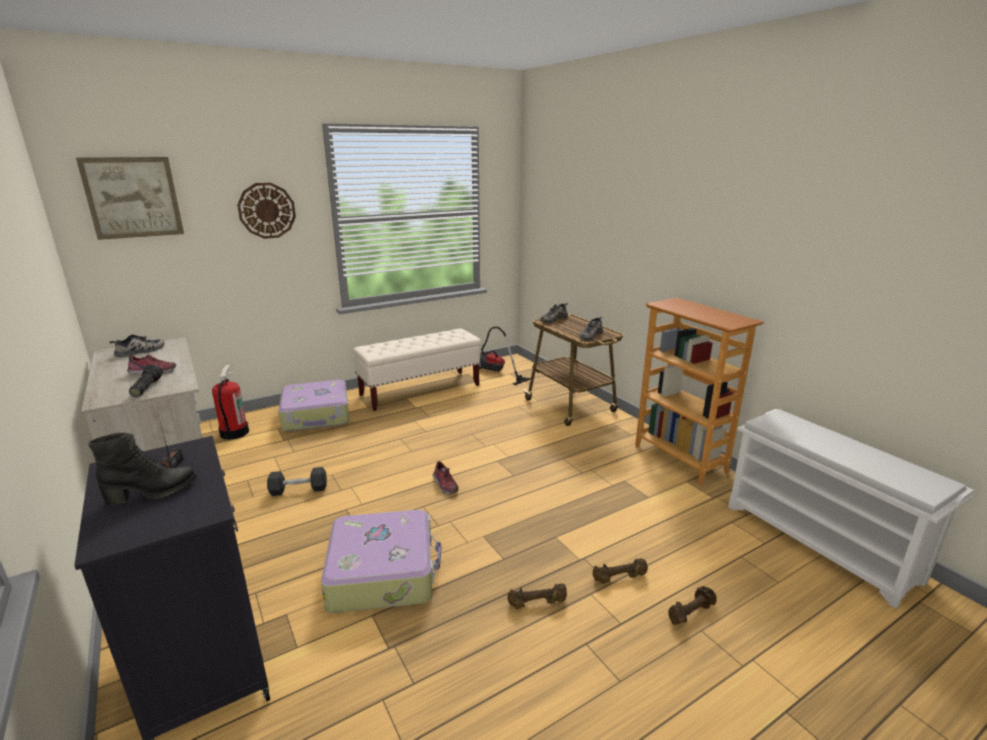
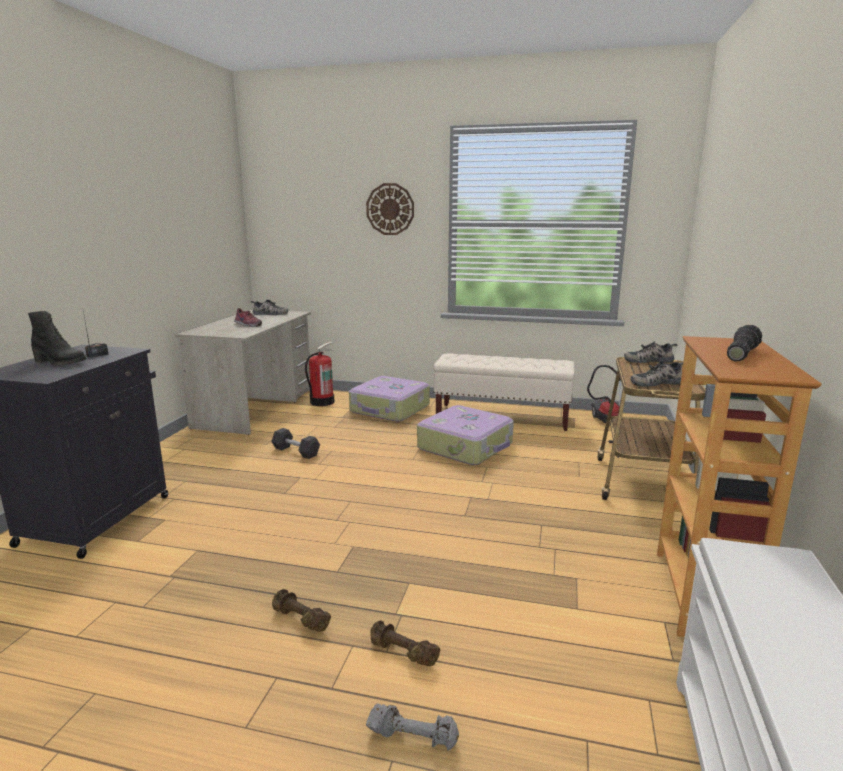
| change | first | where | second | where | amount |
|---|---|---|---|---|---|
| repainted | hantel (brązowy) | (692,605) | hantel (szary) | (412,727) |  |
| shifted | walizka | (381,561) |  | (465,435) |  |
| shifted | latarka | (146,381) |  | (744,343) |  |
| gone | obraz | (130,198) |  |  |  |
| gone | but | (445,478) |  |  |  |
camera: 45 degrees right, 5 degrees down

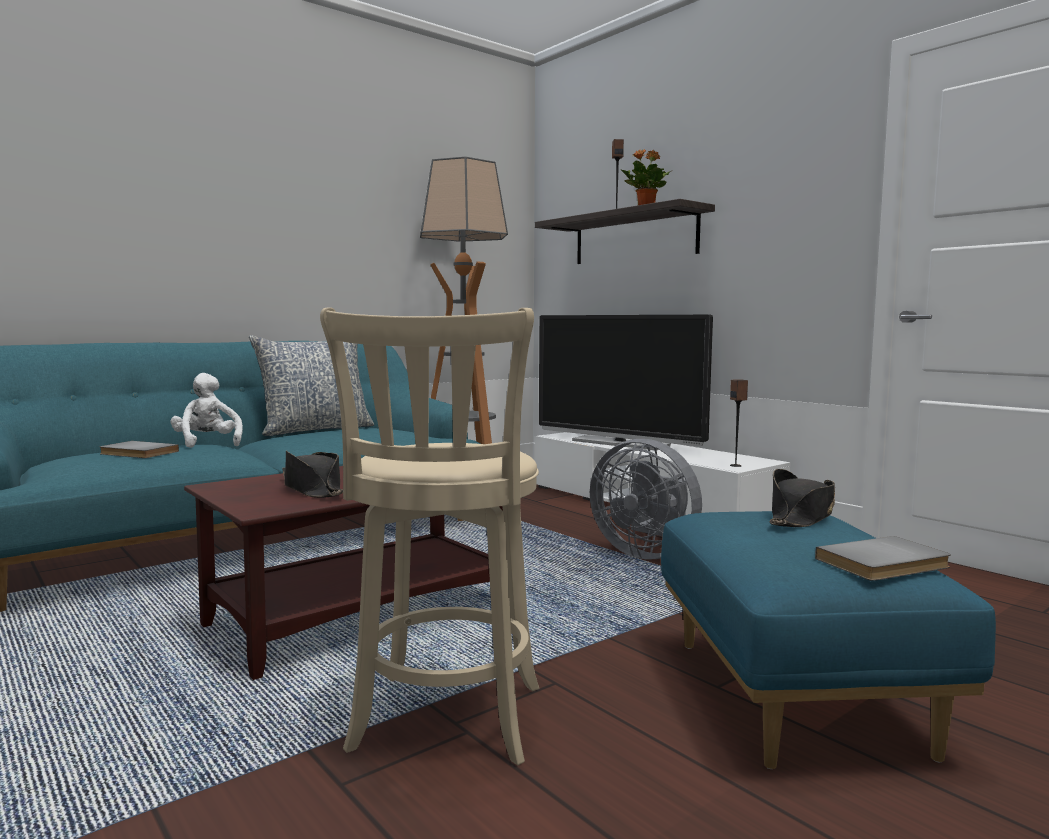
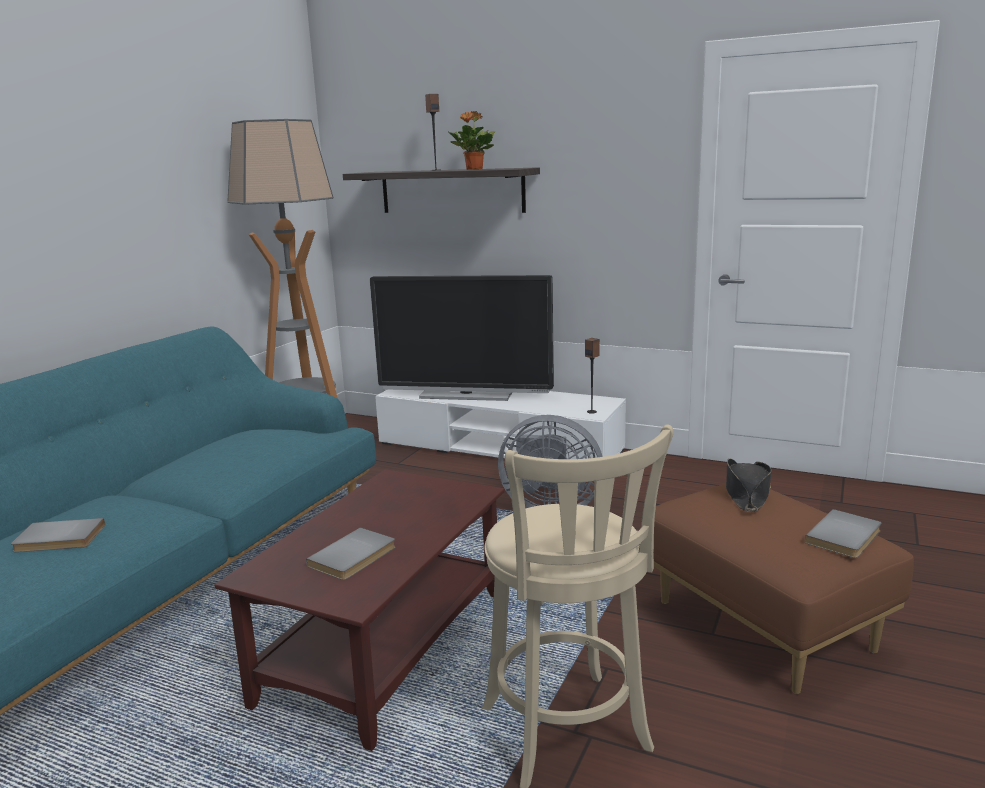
| change | first | where | second | where | amount |
|---|---|---|---|---|---|
| swapped | kapelusz (czarny) | (312,474) | książka (szary) | (351,554) |  |
| repainted | pufa (niebieski) | (828,640) | pufa (brązowy) | (784,588) |  |
| gone | pluszak (biały) | (206,410) |  |  |  |
| gone | poduszka | (311,385) |  |  |  |
camera: 25 degrees left, 10 degrees up

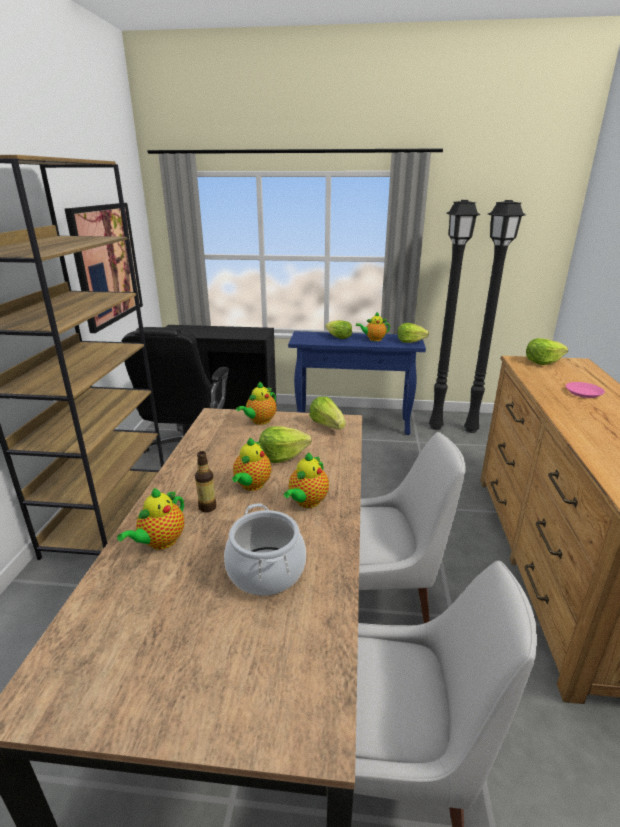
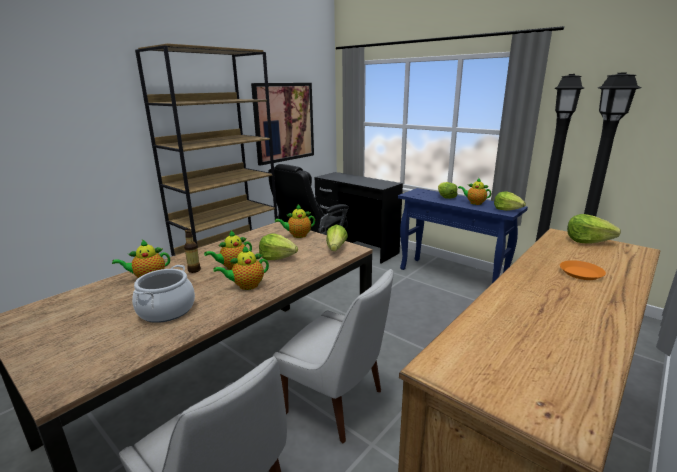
| change | first | where | second | where | amount |
|---|---|---|---|---|---|
| repainted | talerz (różowy) | (585,390) | talerz (pomarańczowy) | (583,270) |  |
camera: 35 degrees right, 5 degrees down

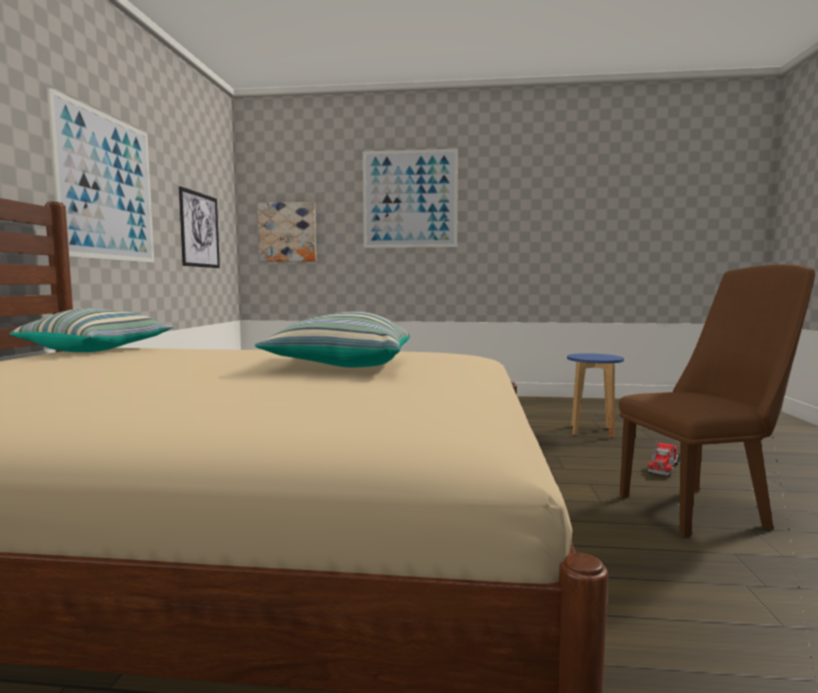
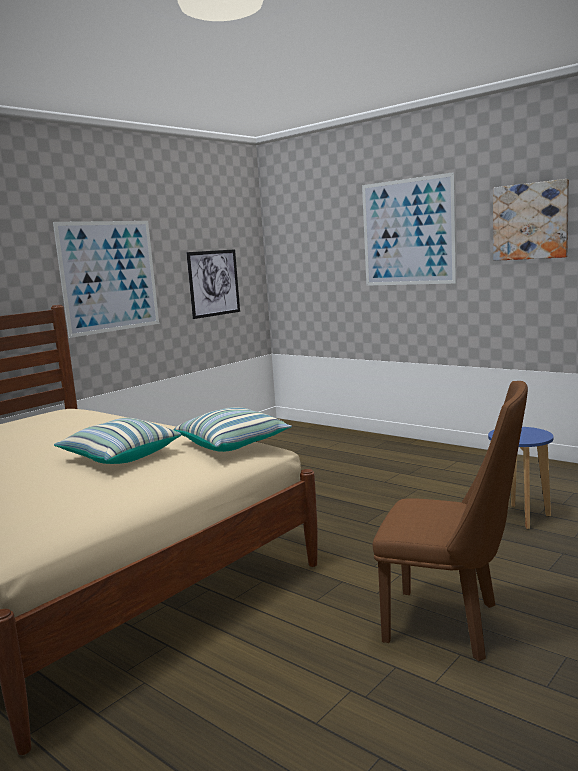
| change | first | where | second | where | amount |
|---|---|---|---|---|---|
| shifted | poduszka | (91,330) |  | (232,429) |  |
| shifted | obraz | (287,232) |  | (531,220) |  |
| gone | ciężarówka zabawkowa | (664,459) |  |  |  |
camera: 35 degrees right, 5 degrees up

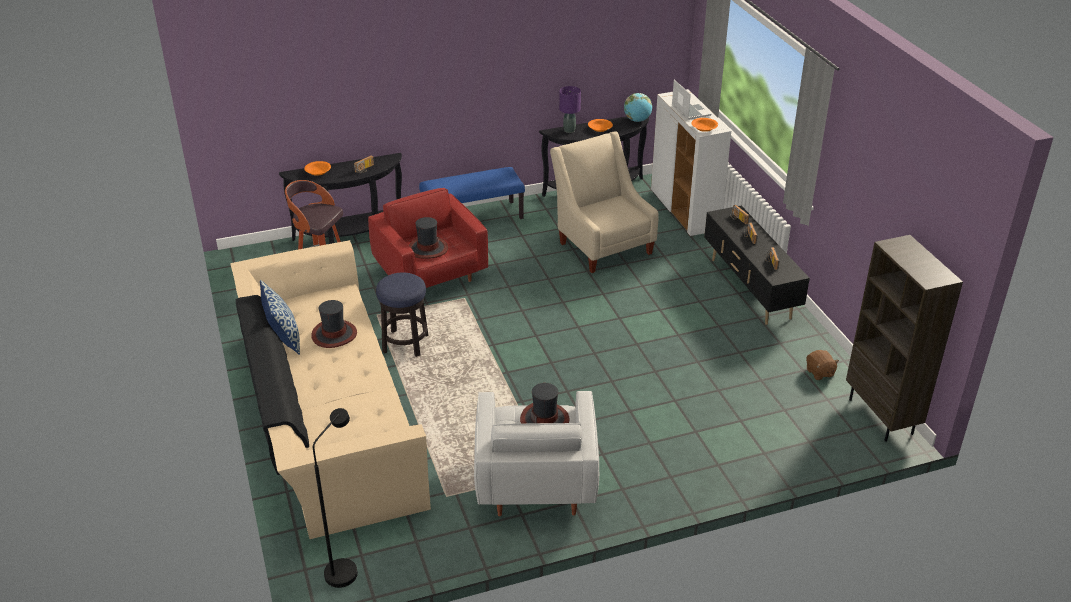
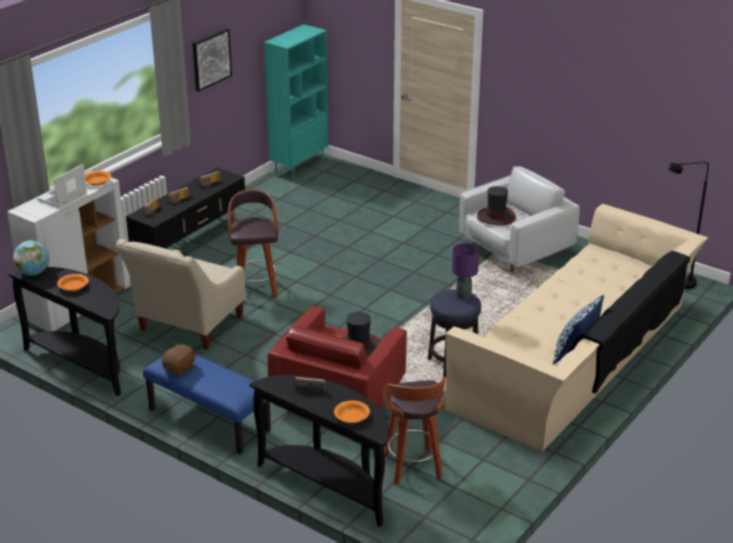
| change | first | where | second | where | amount |
|---|---|---|---|---|---|
| shifted | pluszak (brązowy) | (822,365) |  | (179,359) |  |
| new |  |  | obraz | (212,60) |  |
| new |  |  | stołek | (253,243) |  |
| repainted | regał (brązowy) | (904,338) | regał (turkusowy) | (296,101) |  |
| shifted | lampa stołowa (fioletowy) | (570,109) |  | (465,271) |  |
| gone | kapelusz | (334,324) |  |  |  |
camera: 125 degrees left, 5 degrees down

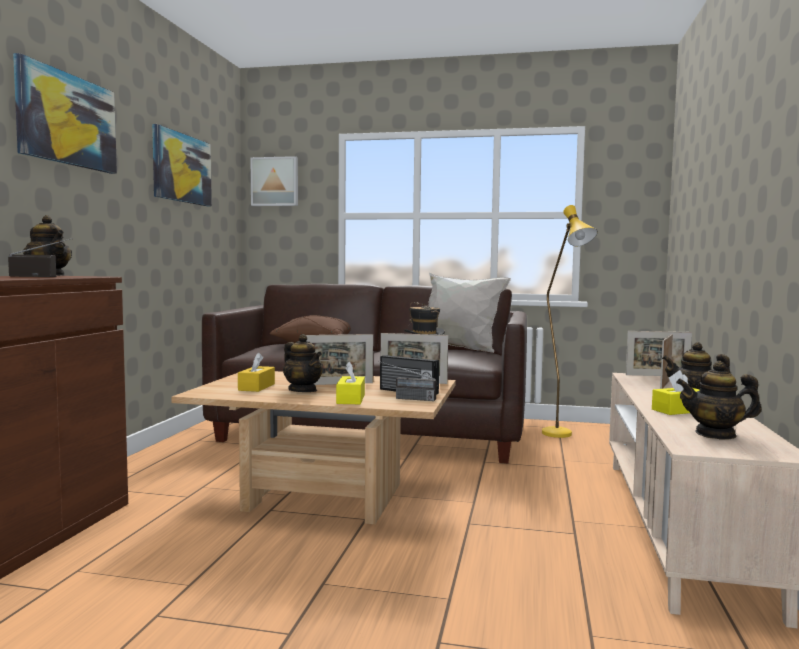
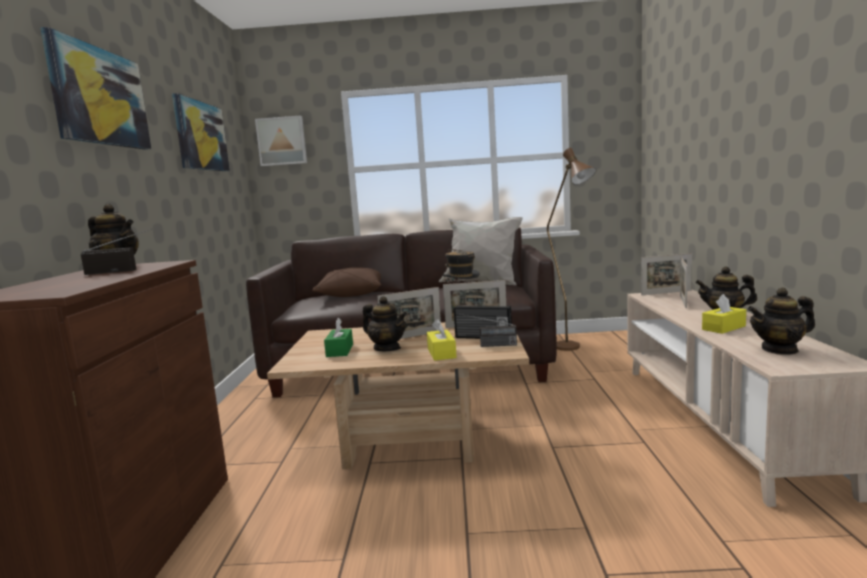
| change | first | where | second | where | amount |
|---|---|---|---|---|---|
| repainted | pudełko chusteczek (żółty) | (256,372) | pudełko chusteczek (zielony) | (338,337) |  |
| repainted | lampa stojąca (żółty) | (570,321) | lampa stojąca (brązowy) | (571,249) |  |
camera: 10 degrees left, 5 degrees up

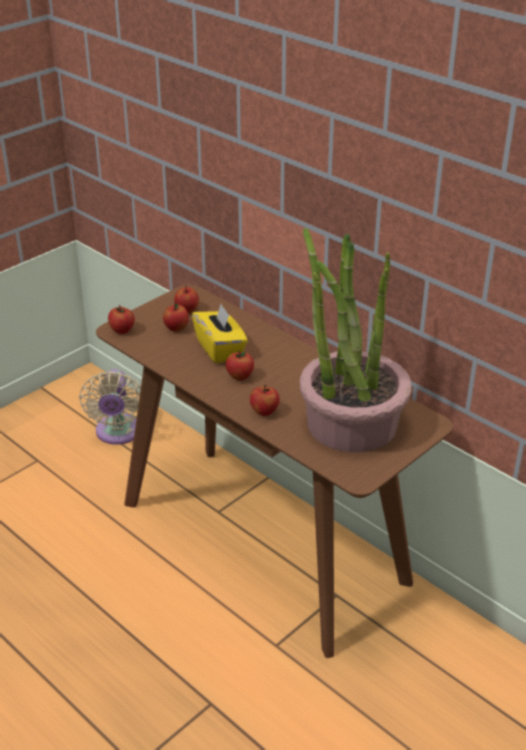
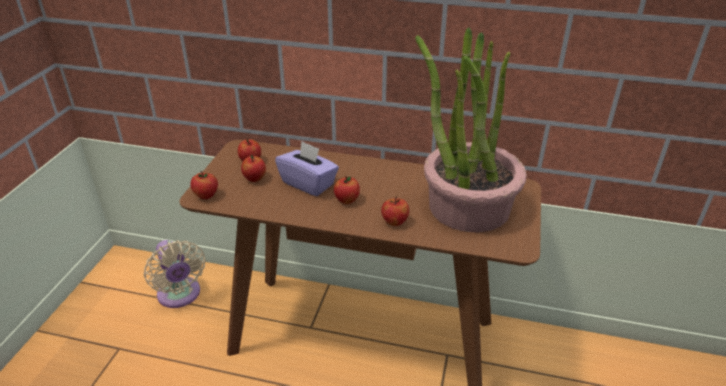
| change | first | where | second | where | amount |
|---|---|---|---|---|---|
| repainted | pudełko chusteczek (żółty) | (220,334) | pudełko chusteczek (fioletowy) | (307,168) |  |
camera: 30 degrees left, 0 degrees up

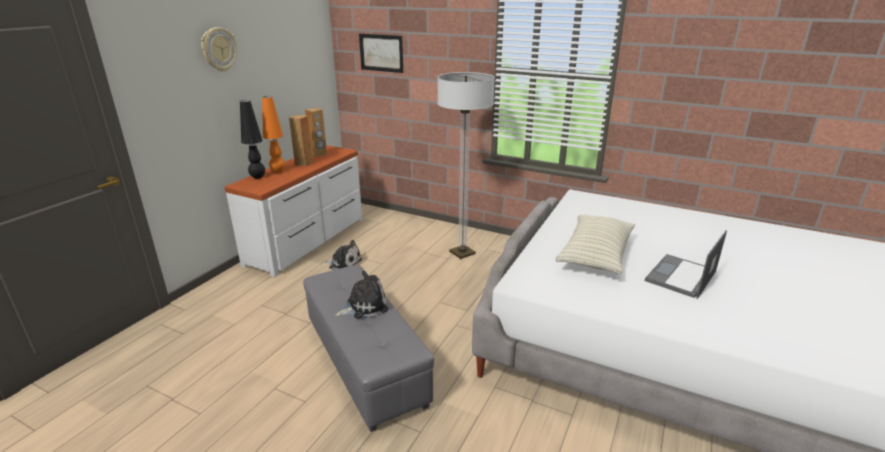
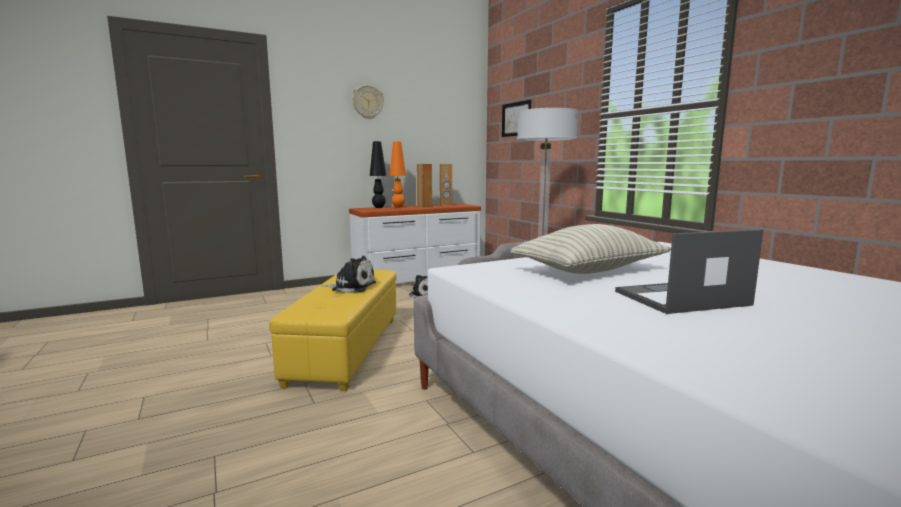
| change | first | where | second | where | amount |
|---|---|---|---|---|---|
| repainted | pufa (szary) | (368,348) | pufa (żółty) | (332,330) |  |
camera: 35 degrees right, 15 degrees down

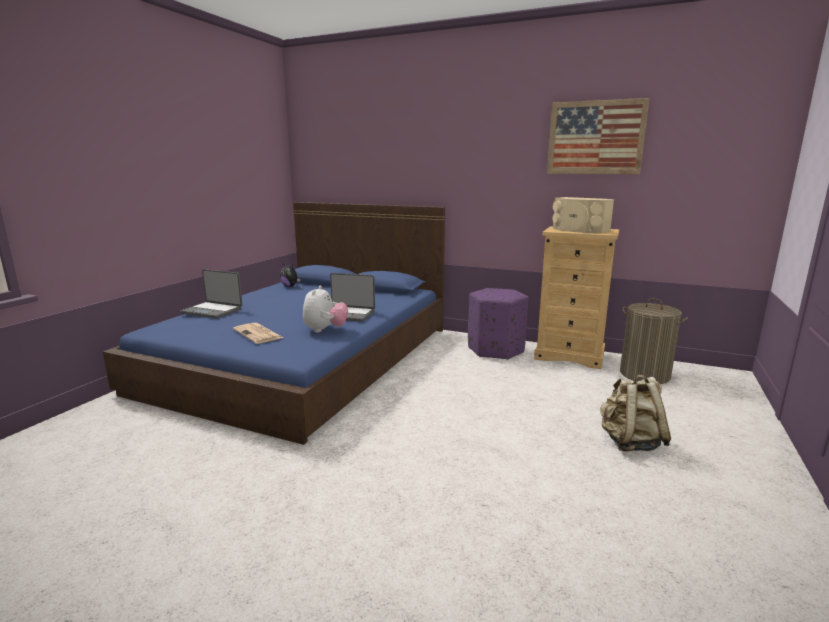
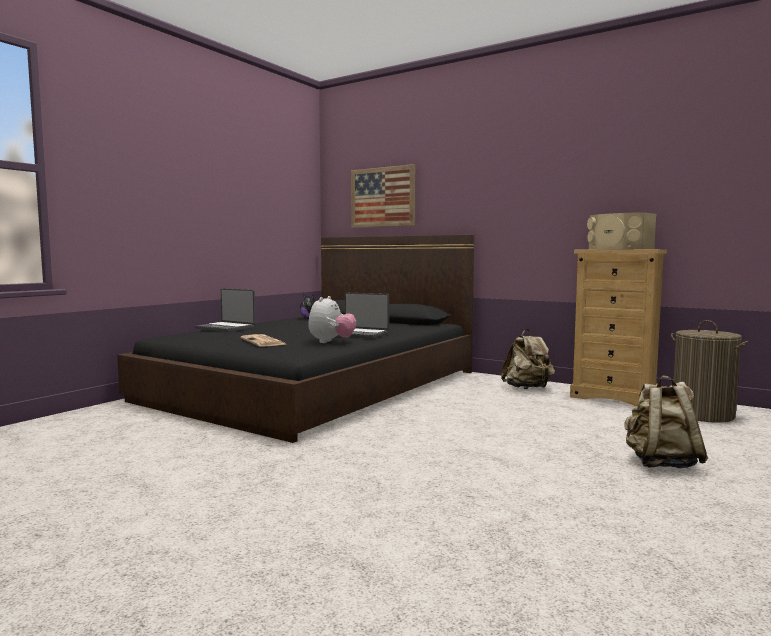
| change | first | where | second | where | amount |
|---|---|---|---|---|---|
| repainted | łóżko (niebieski) | (274,323) | łóżko (czarny) | (295,339) |  |
| shifted | obraz | (598,136) |  | (383,196) |  |
| swapped | pufa (fioletowy) | (498,324) | plecak (beżowy) | (528,359) |  |
camera: 10 degrees right, 10 degrees down

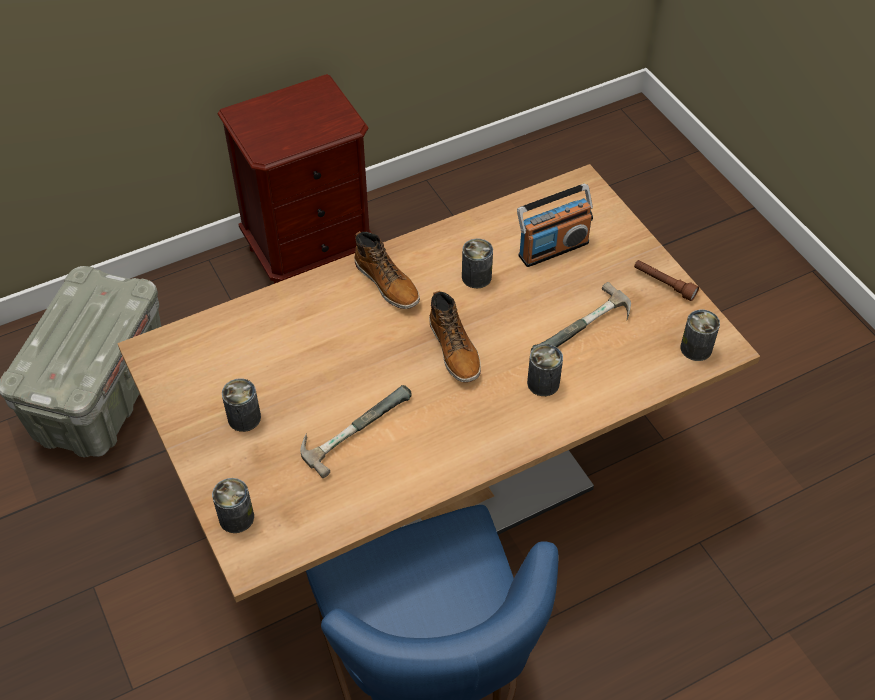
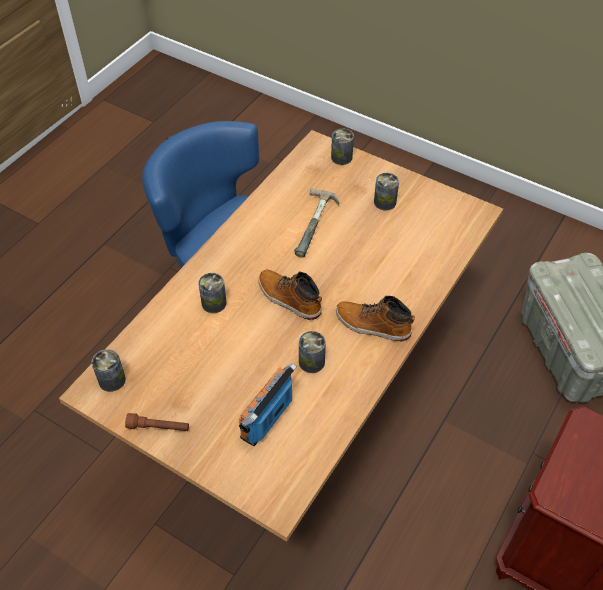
| change | first | where | second | where | amount |
|---|---|---|---|---|---|
| gone | młotek | (581,316) |  |  |  |
camera: 150 degrees right, 0 degrees up

